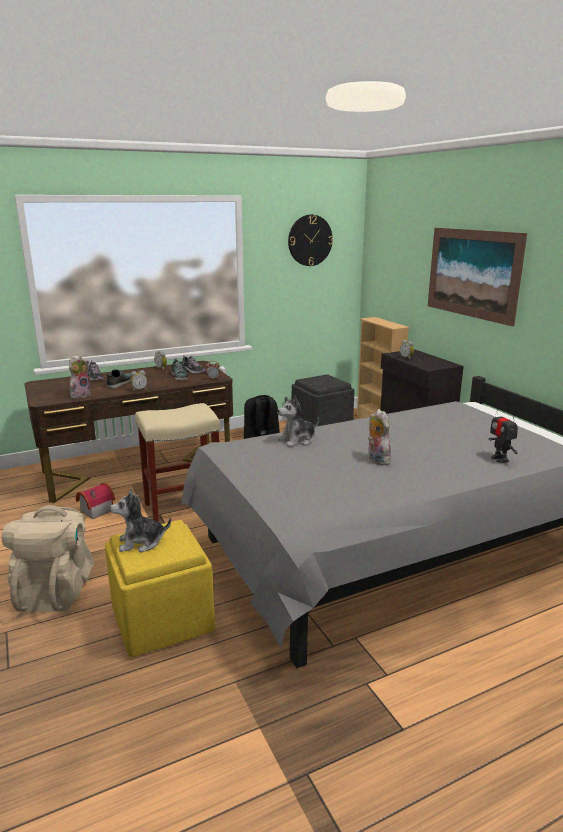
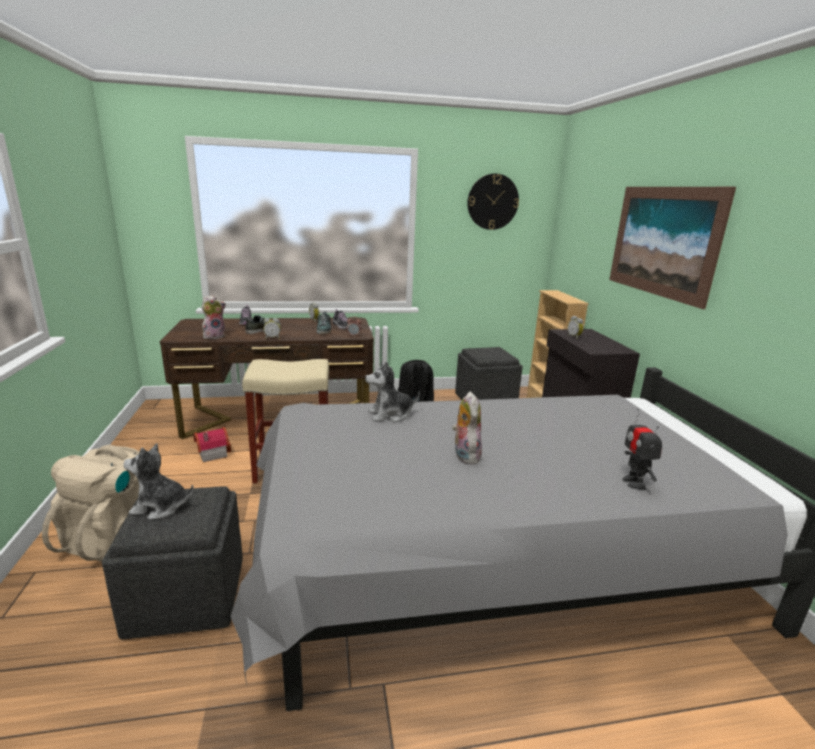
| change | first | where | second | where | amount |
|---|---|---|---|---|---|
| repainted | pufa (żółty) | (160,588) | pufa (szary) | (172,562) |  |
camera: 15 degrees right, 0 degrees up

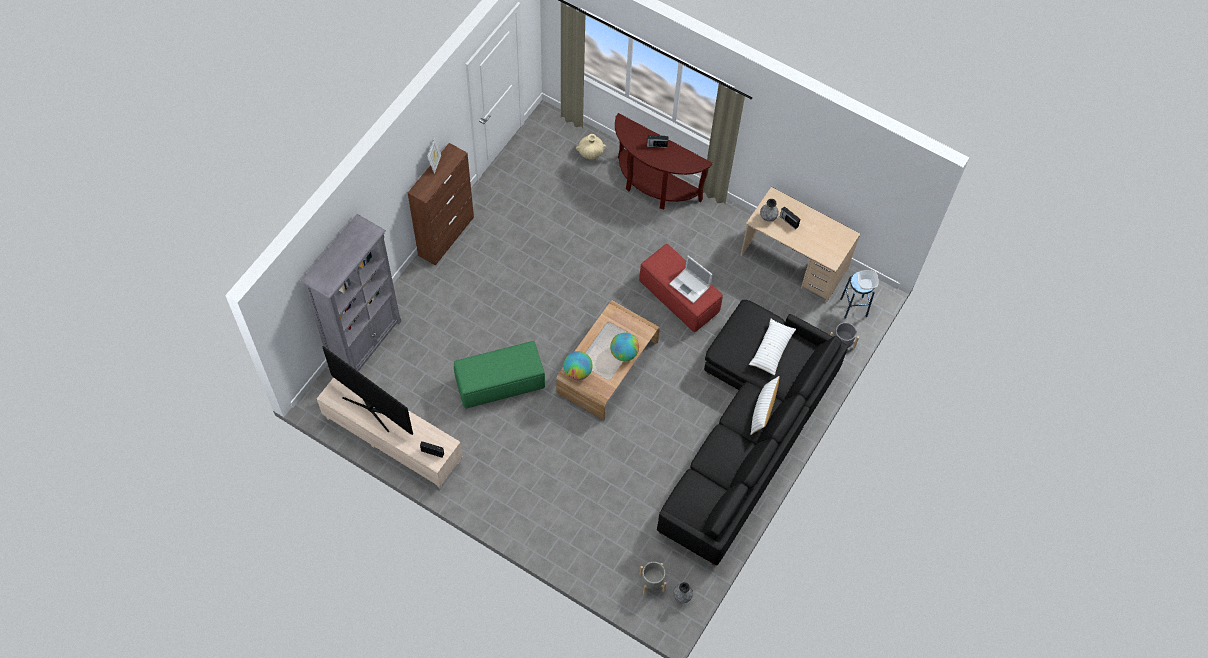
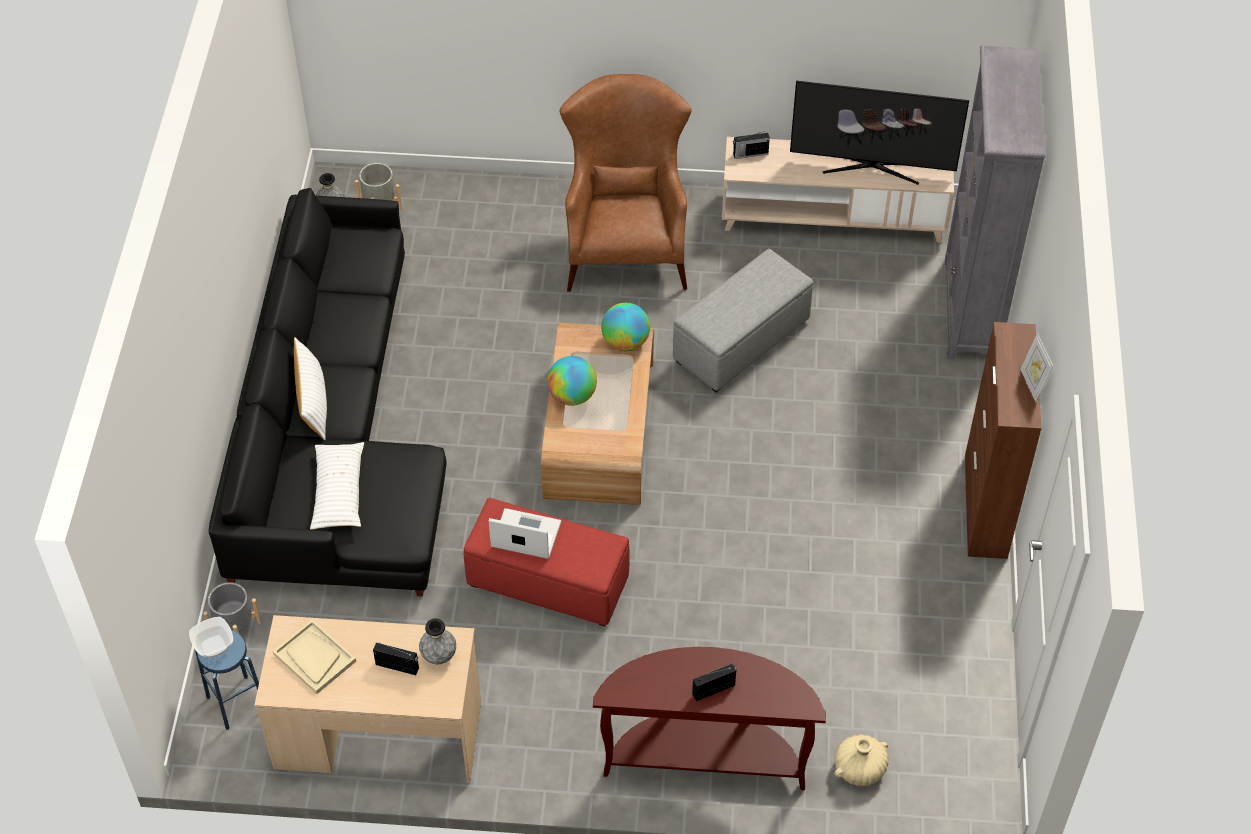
| change | first | where | second | where | amount |
|---|---|---|---|---|---|
| new |  |  | taca (beżowy) | (314,656) |  |
| new |  |  | fotel (brązowy) | (625,183) |  |
| repainted | pufa (zielony) | (499,375) | pufa (szary) | (743,321) |  |
camera: 155 degrees right, 10 degrees down

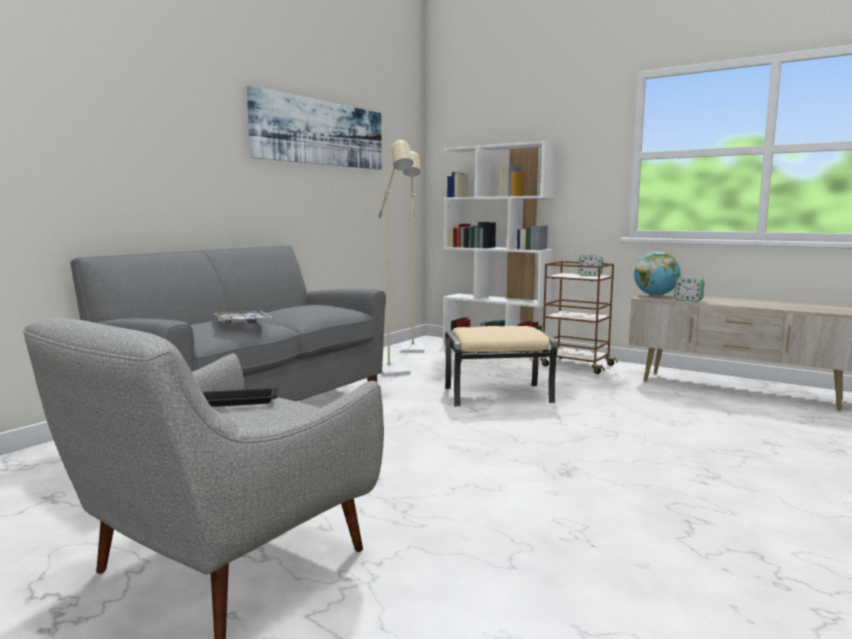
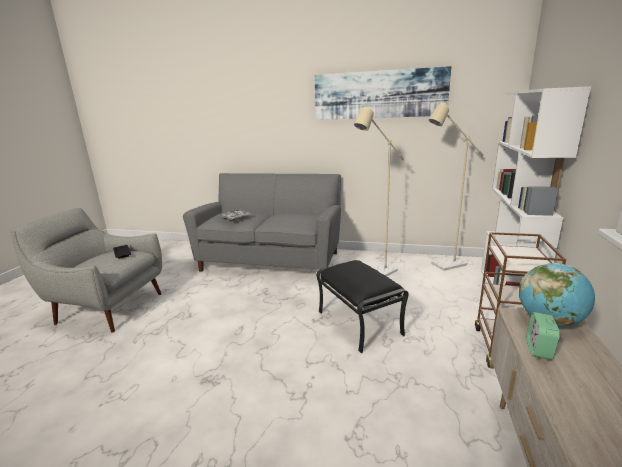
| change | first | where | second | where | amount |
|---|---|---|---|---|---|
| repainted | pufa (beżowy) | (501,366) | pufa (czarny) | (362,306) |  |
| gone | budzik | (591,265) |  |  |  |
camera: 70 degrees right, 10 degrees up

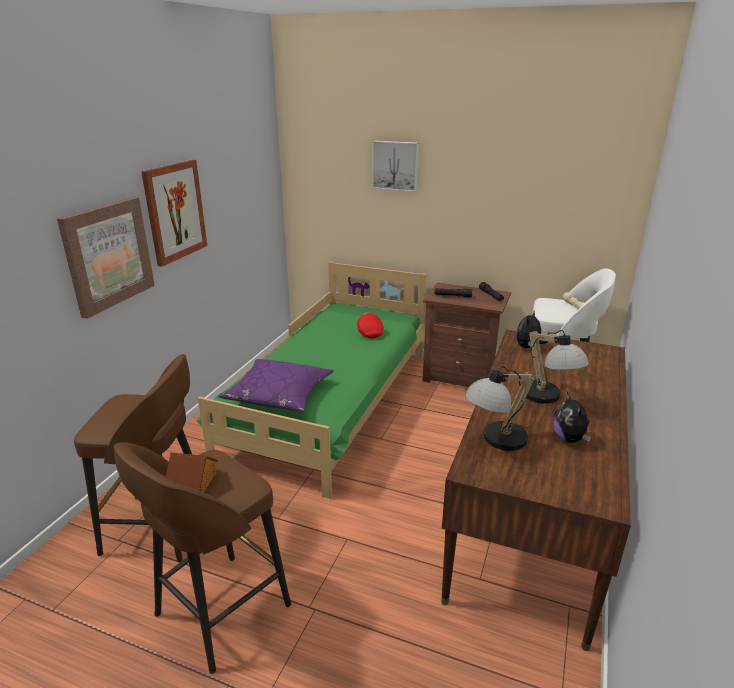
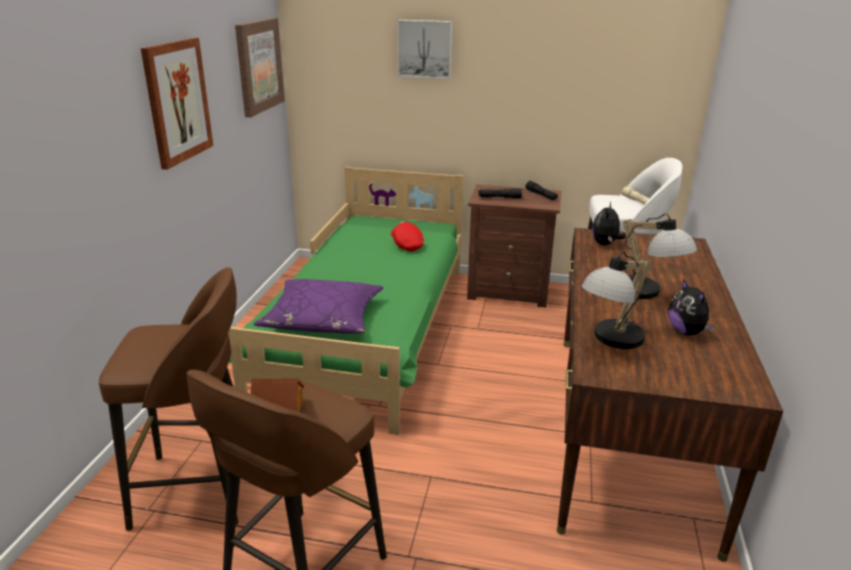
| change | first | where | second | where | amount |
|---|---|---|---|---|---|
| shifted | obraz | (106,258) |  | (260,67) |  |
camera: 10 degrees left, 0 degrees up

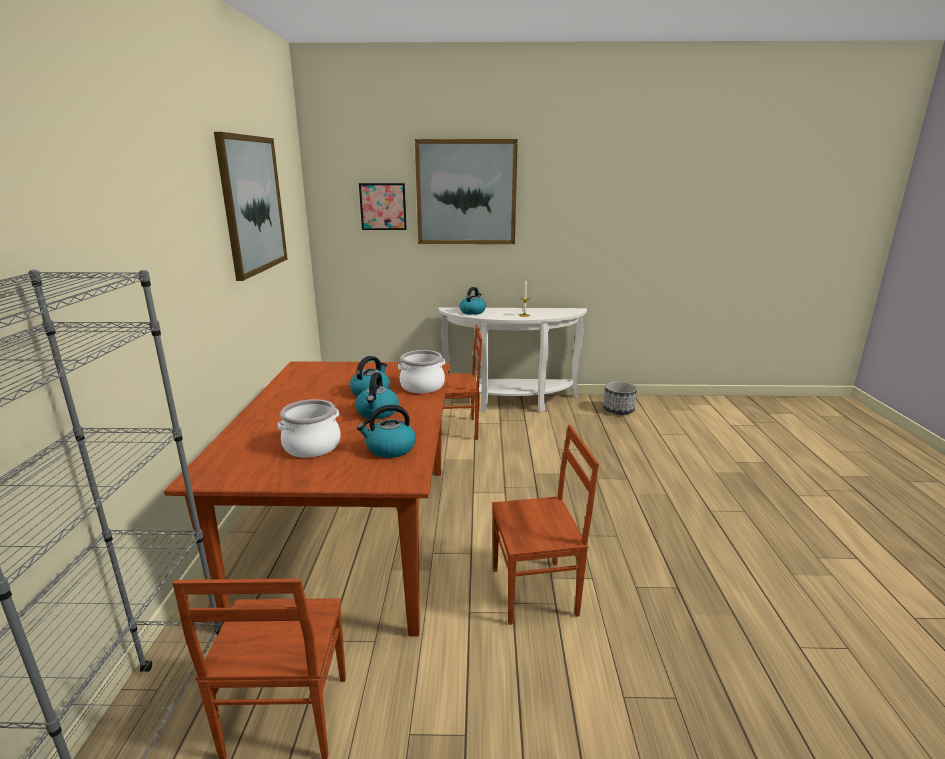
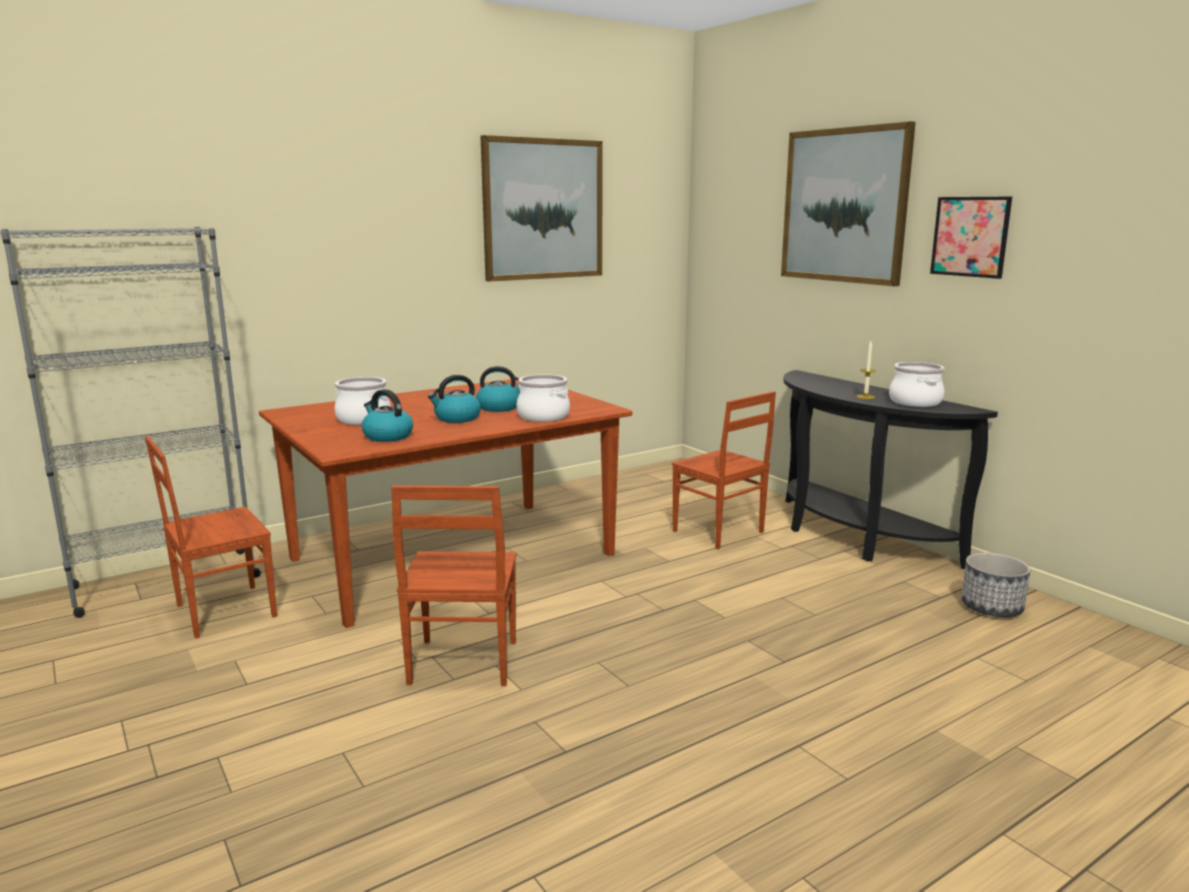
| change | first | where | second | where | amount |
|---|---|---|---|---|---|
| rotated | krzesło (brązowy) | (545,525) |  | (453,586) | 45 degrees clockwise |
| repainted | stolik konsolowy (biały) | (512,360) | stolik konsolowy (czarny) | (890,469) |  |
| new |  |  | garnek | (917,384) |  |
| shifted | obraz | (383,206) |  | (971,238) |  |
| gone | czajnik | (473,301) |  |  |  |
camera: 55 degrees right, 5 degrees down

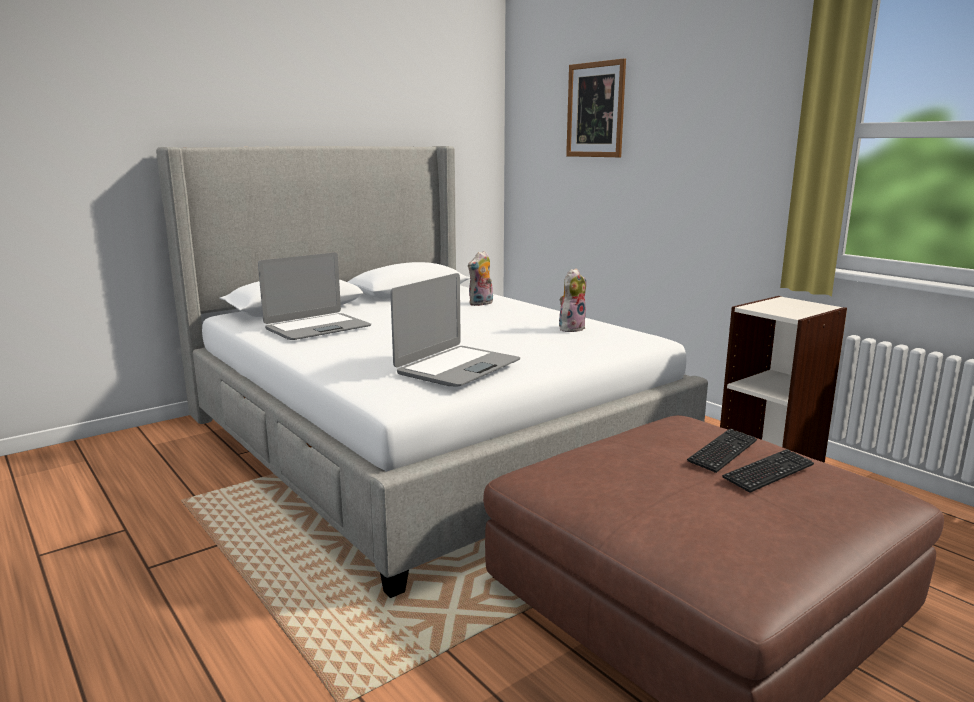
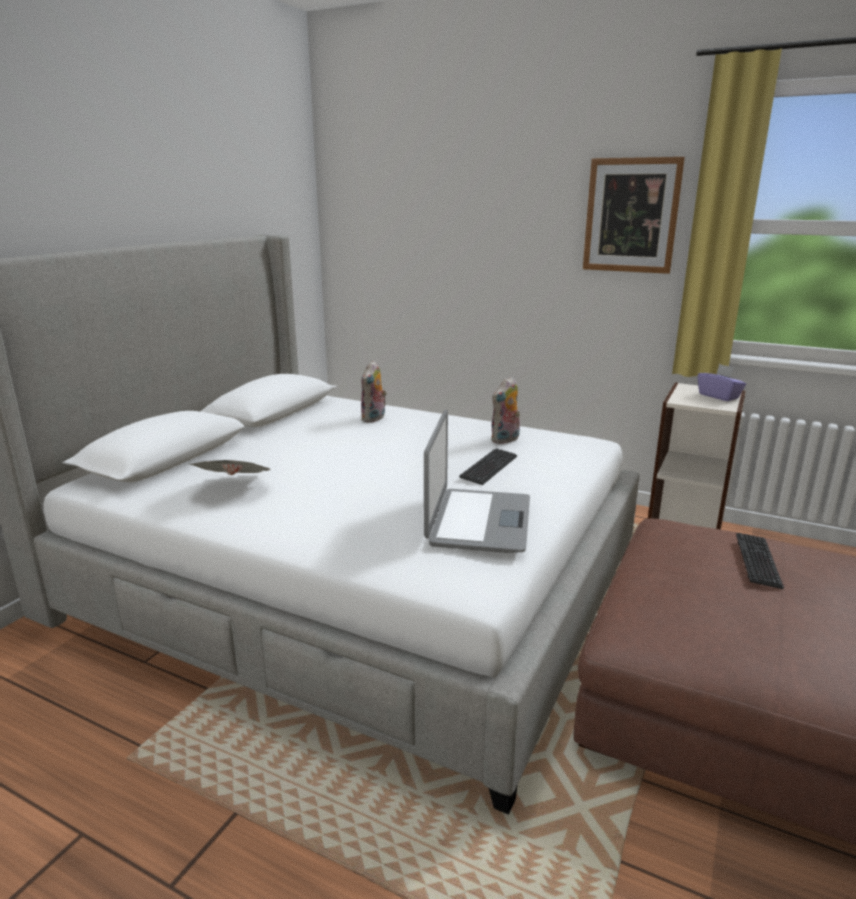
| change | first | where | second | where | amount |
|---|---|---|---|---|---|
| swapped | laptop | (314,296) | gazeta | (230,467) |  |
| shifted | klawiatura | (768,471) |  | (488,466) |  |
| rotated | pluszak | (572,300) |  | (505,410) | 150 degrees counterclockwise |
| shifted | obraz | (596,108) |  | (634,215) |  |
| new |  |  | pudełko chusteczek (fioletowy) | (722,382) |  |
camera: 25 degrees left, 5 degrees up

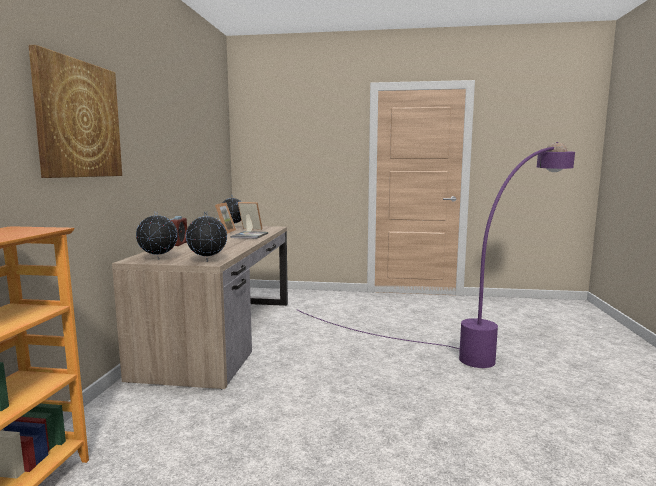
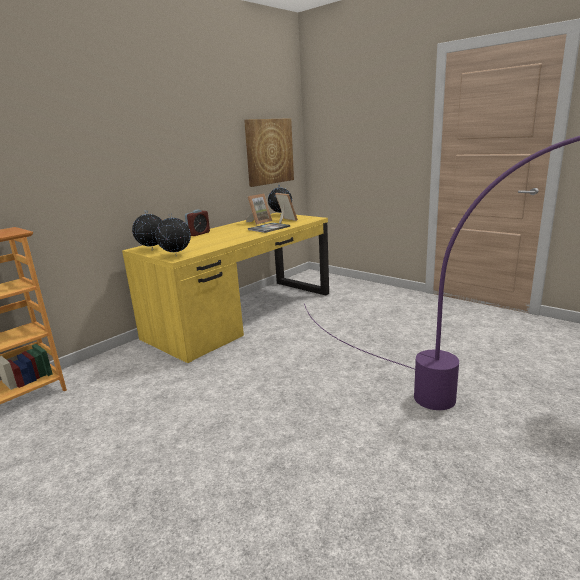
| change | first | where | second | where | amount |
|---|---|---|---|---|---|
| repainted | biurko (brązowy) | (200,307) | biurko (żółty) | (225,288) |  |
| shifted | obraz | (75,111) |  | (269,152) |  |
camera: 35 degrees right, 10 degrees up

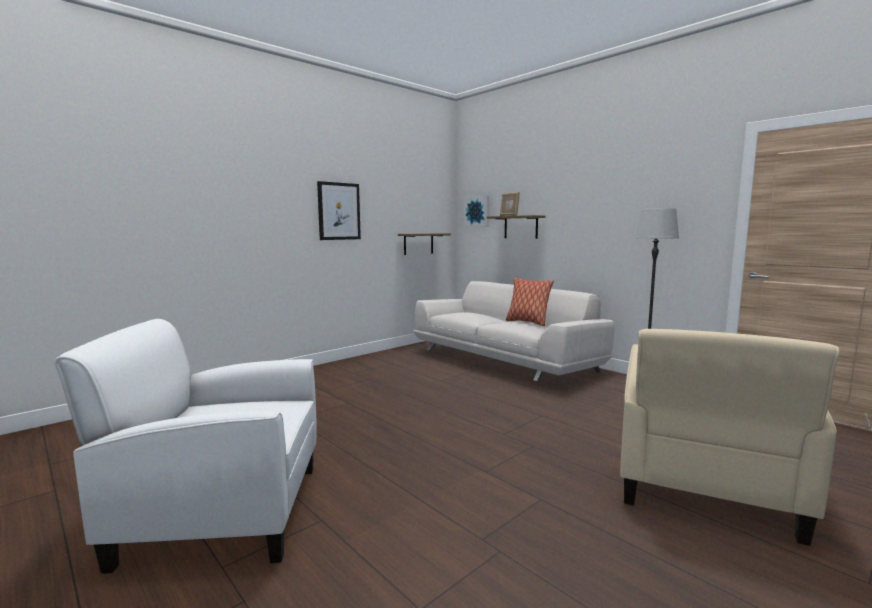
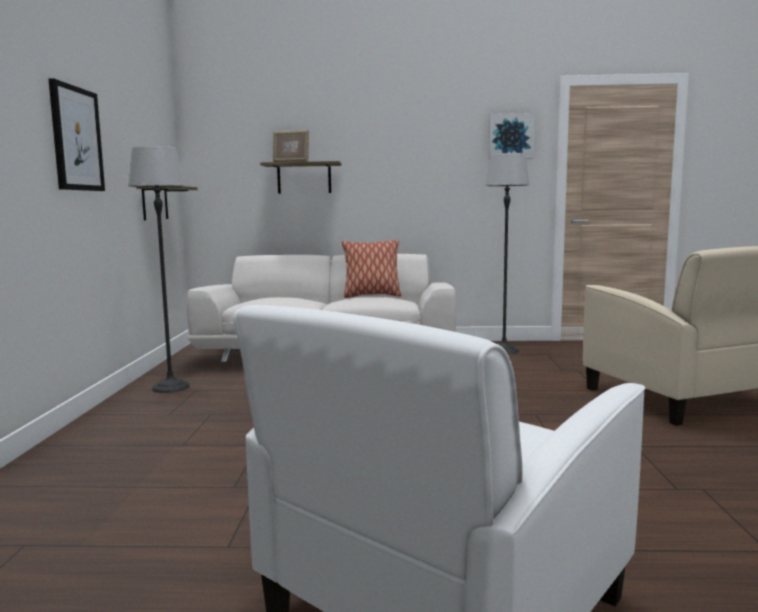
| change | first | where | second | where | amount |
|---|---|---|---|---|---|
| new |  |  | lampa stojąca | (159,269) |  |
| shifted | obraz | (476,211) |  | (512,136) |  |
camera: 45 degrees left, 0 degrees up

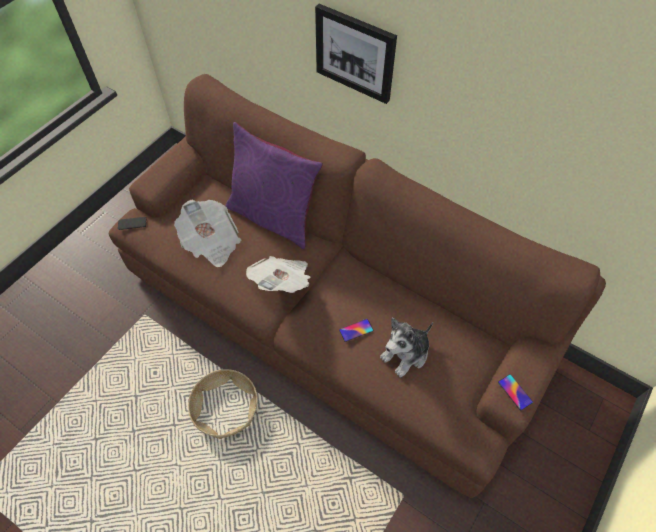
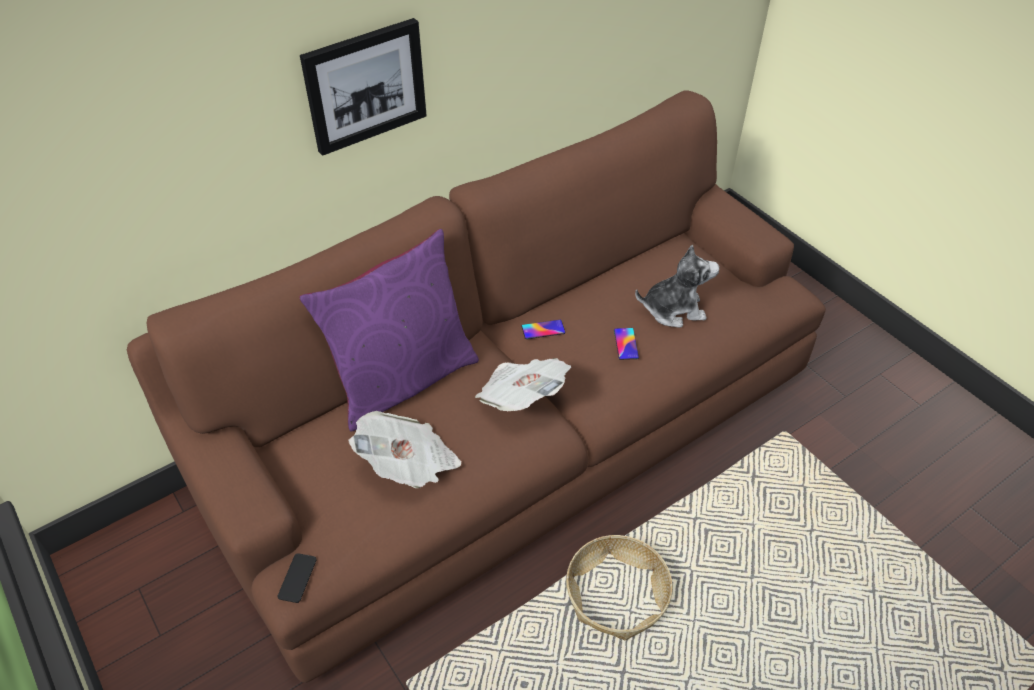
| change | first | where | second | where | amount |
|---|---|---|---|---|---|
| shifted | telefon | (515,392) |  | (543,329) |  |
| rotated | pluszak | (406,347) |  | (677,286) | 75 degrees counterclockwise |
camera: 70 degrees left, 10 degrees down

